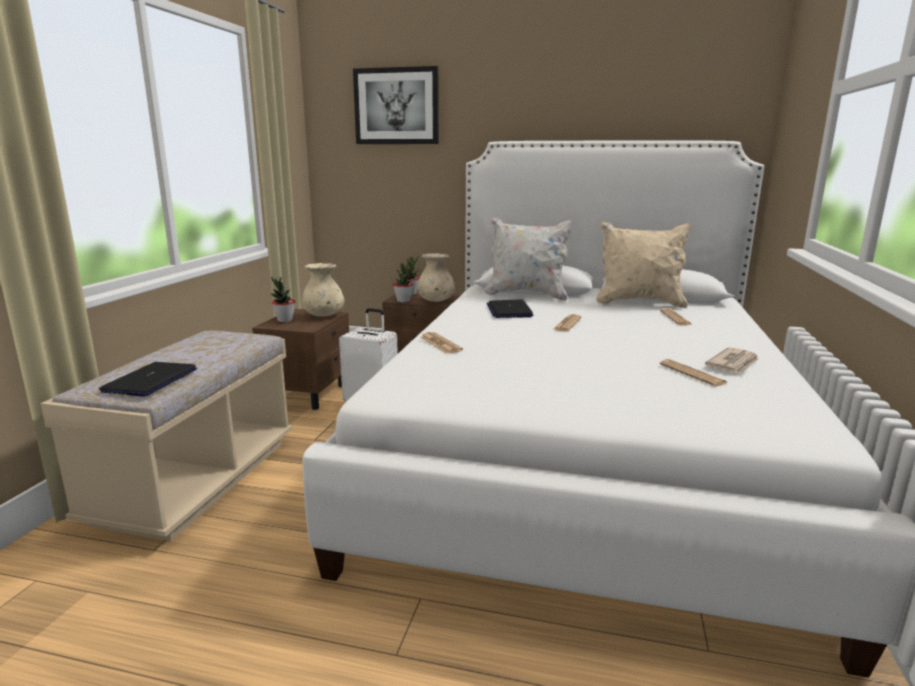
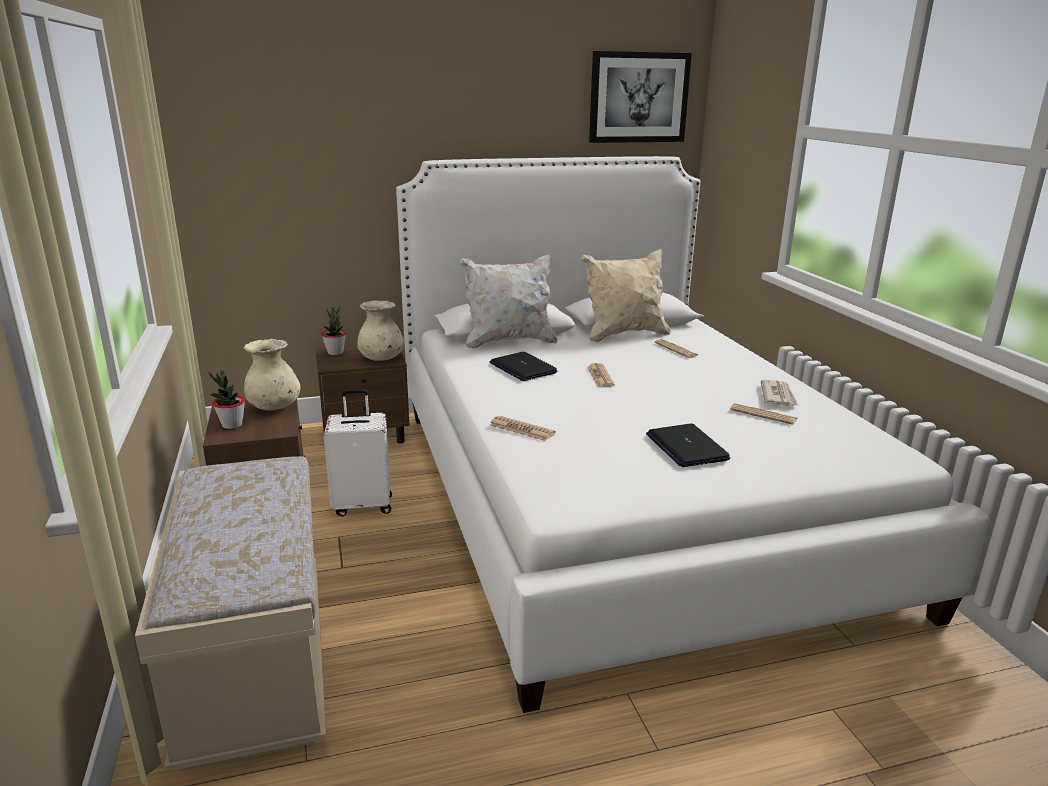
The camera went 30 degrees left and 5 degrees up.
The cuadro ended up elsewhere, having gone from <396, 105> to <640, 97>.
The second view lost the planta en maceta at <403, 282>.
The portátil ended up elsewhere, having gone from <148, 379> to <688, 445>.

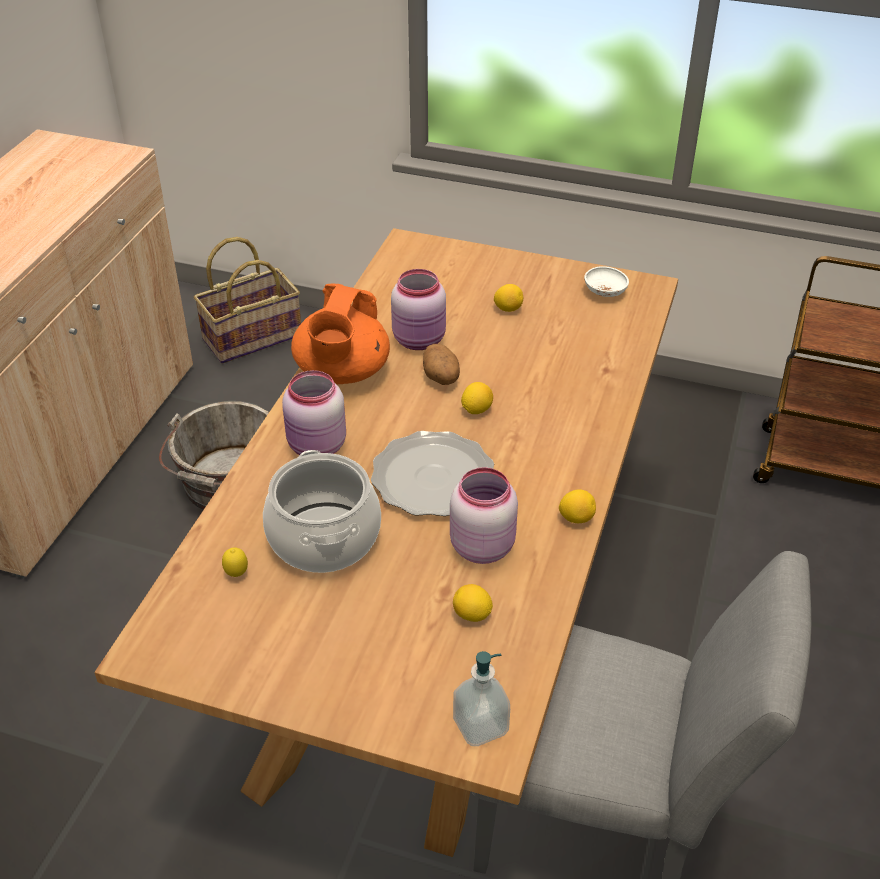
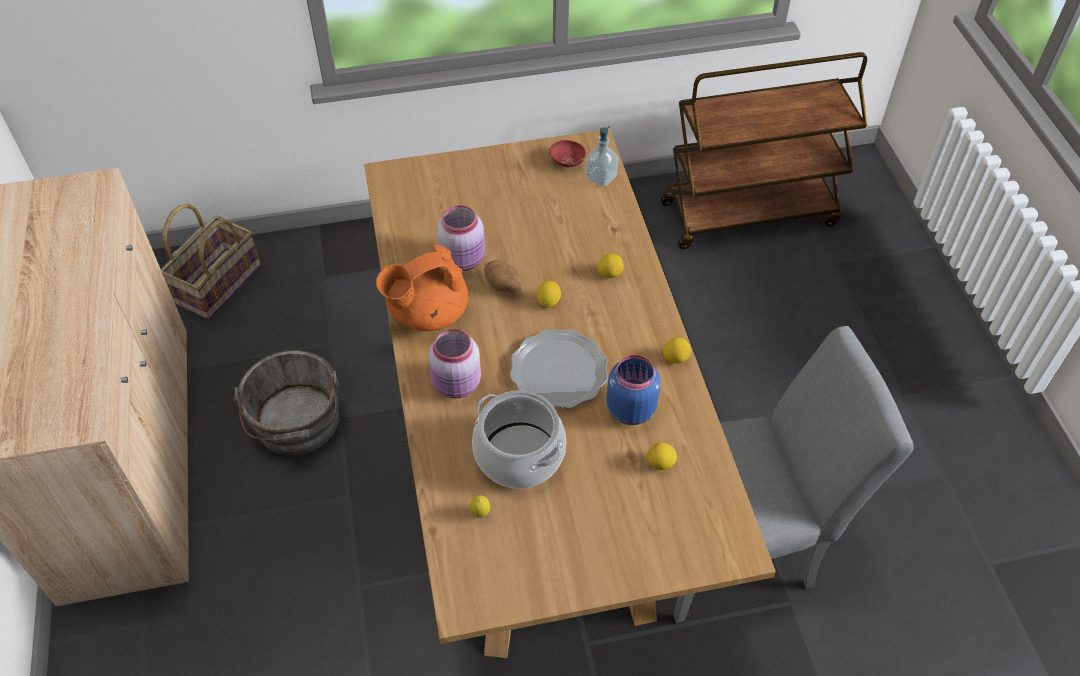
The camera went 30 degrees left and 10 degrees up.
What was the cuenco [blanco] at <606, 281> turned into the cuenco [rojo] at <567, 153>.
The tetera [naranja] at <340, 334> ended up facing another way, 75 degrees clockwise from before.
The limón ended up elsewhere, having gone from <508, 298> to <610, 266>.
What was the tarro [rosa] at <484, 515> turned into the tarro [azul] at <633, 390>.
The dispensador de jabón ended up elsewhere, having gone from <481, 698> to <601, 156>.

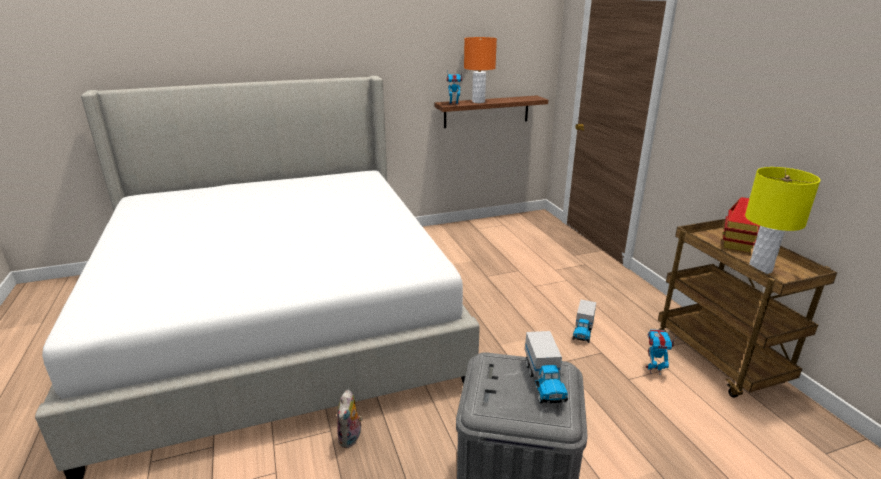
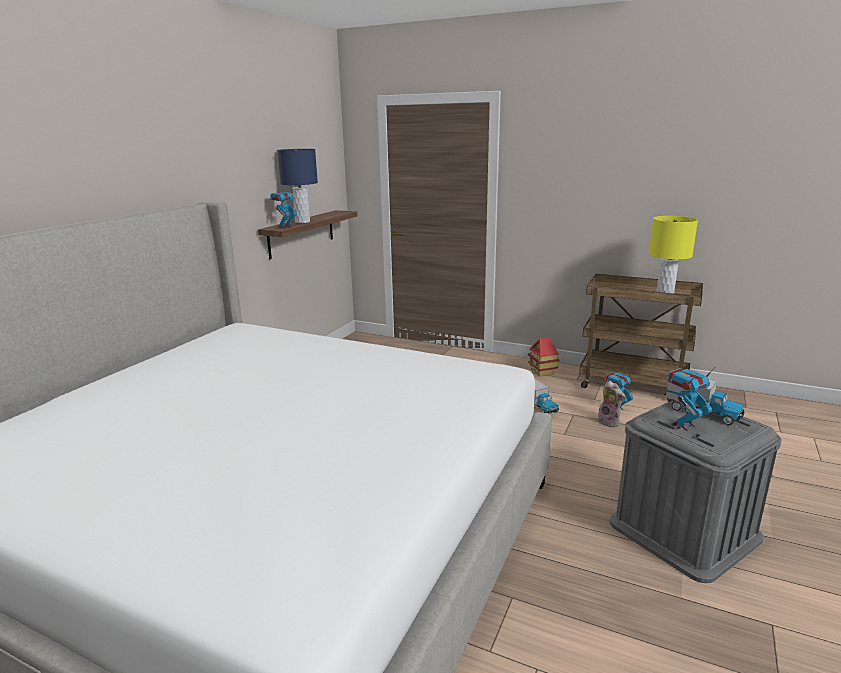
The camera went 45 degrees left and 5 degrees down.
What was the lámpara de mesa [naranja] at <480, 70> turned into the lámpara de mesa [azul] at <297, 186>.
The casita ended up elsewhere, having gone from <741, 224> to <544, 356>.
The peluche ended up elsewhere, having gone from <350, 419> to <611, 404>.
The second view gained the robot de juguete at <691, 399>.

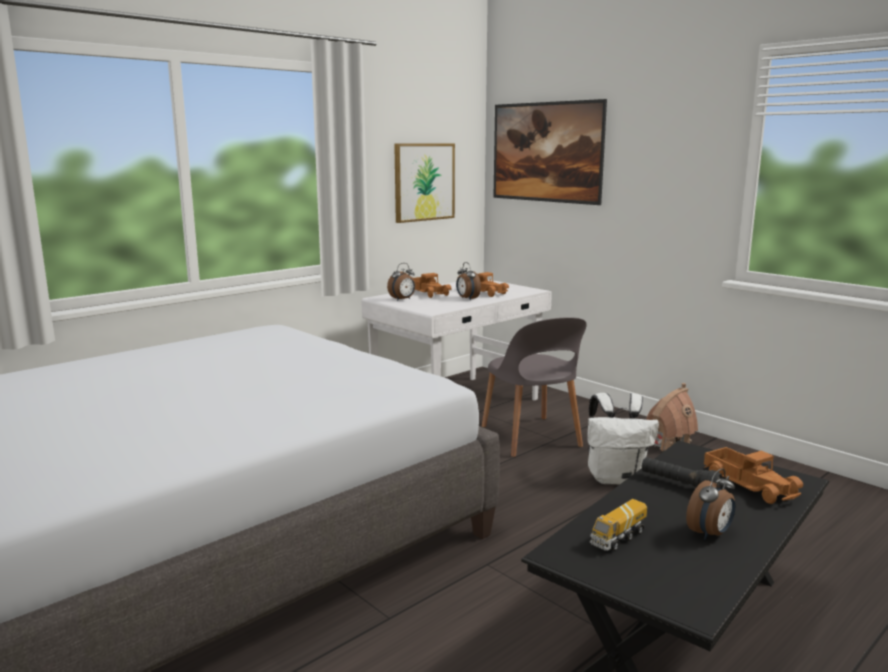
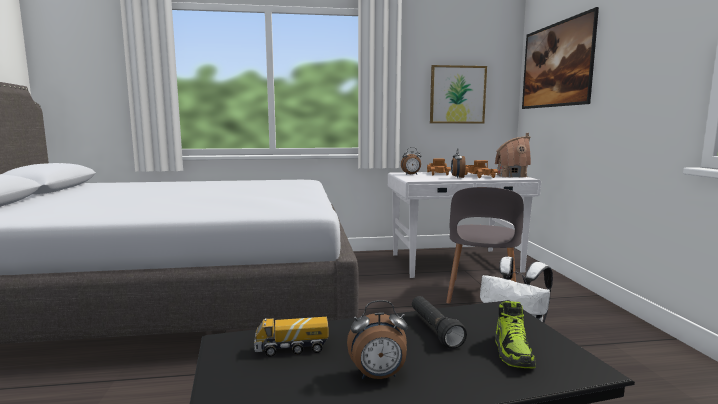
The camera went 35 degrees right and 5 degrees down.
The casita ended up elsewhere, having gone from <672, 417> to <513, 155>.
Where the camión de juguete stood at <753, 475>, the zapato came to stand at <515, 334>.

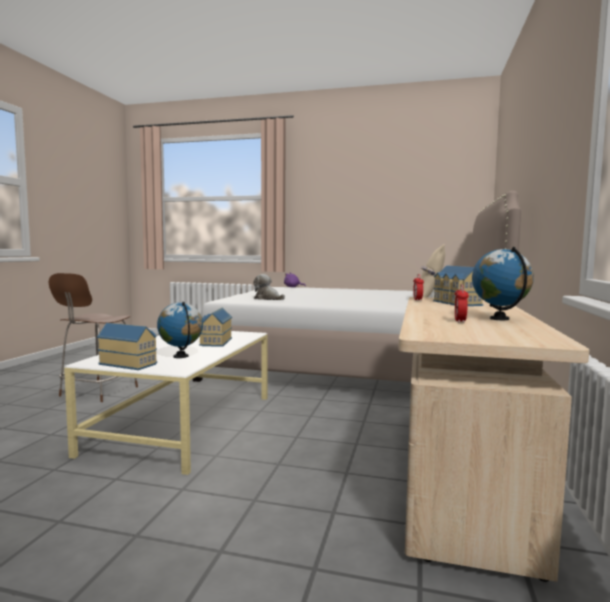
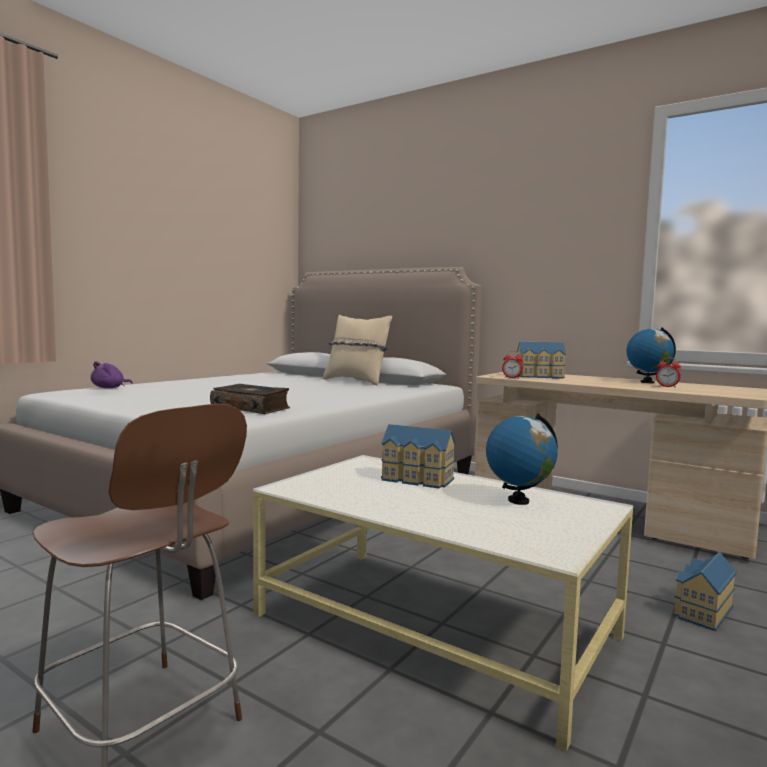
The camera went 70 degrees left and 0 degrees up.
Where the peluche stood at <269, 287>, the libro came to stand at <250, 399>.
The casita ended up elsewhere, having gone from <127, 346> to <705, 591>.

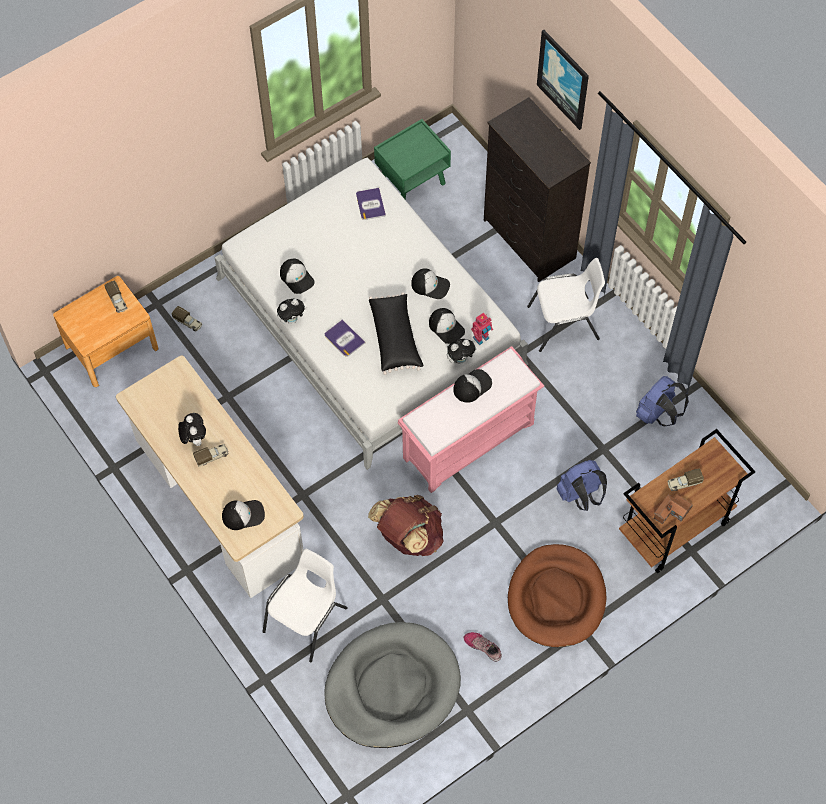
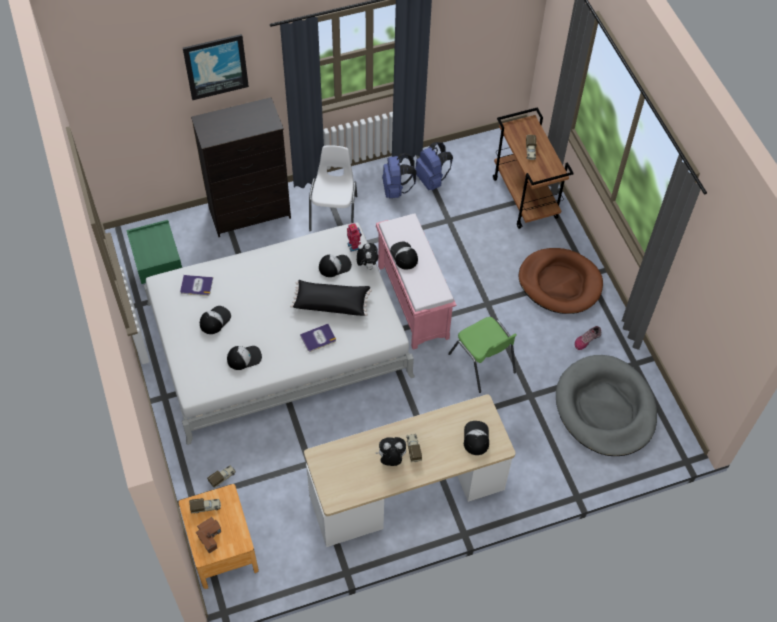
The camera went 75 degrees left and 5 degrees down.
The gorra ended up elsewhere, having gone from <430, 283> to <215, 320>.
The second view lost the peluche at <292, 311>.
The mochila [azul] ended up elsewhere, having gone from <581, 485> to <399, 175>.
The casita ended up elsewhere, having gone from <673, 509> to <208, 535>.
Where the mochila [marrón] stood at <406, 525>, the silla [verde] came to stand at <482, 355>.
The second view lost the silla [blanco] at <305, 606>.

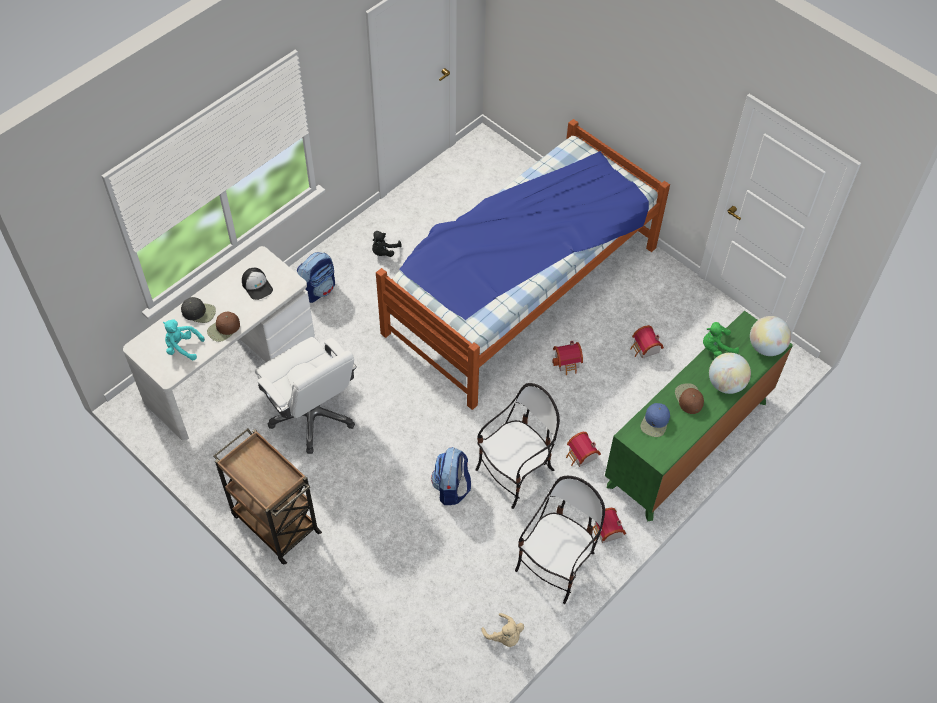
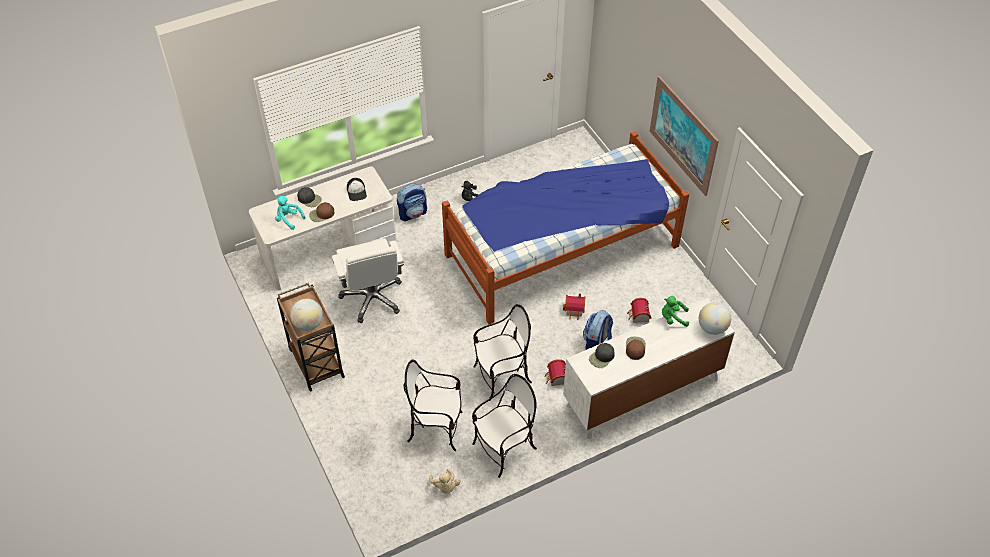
The camera went 20 degrees right and 5 degrees down.
What was the cómoda [verde] at <699, 416> turned into the cómoda [blanco] at <649, 368>.
The globo terráqueo ended up elsewhere, having gone from <730, 373> to <306, 315>.
What was the gorra [azul] at <655, 420> turned into the gorra [negro] at <602, 355>.
The mochila ended up elsewhere, having gone from <451, 476> to <598, 330>.
The second view lost the casita at <609, 525>.
The second view gained the cuadro at <684, 136>.
The second view gained the silla at <432, 405>.

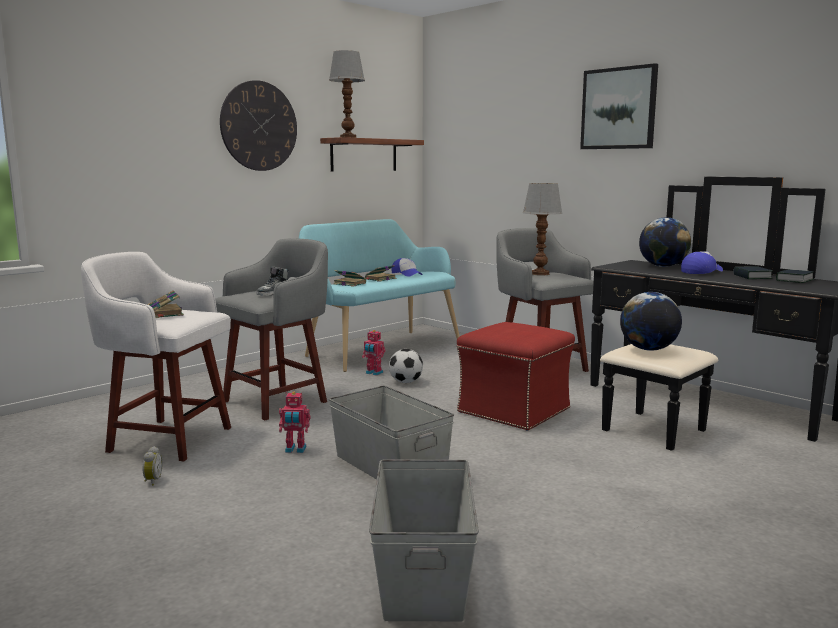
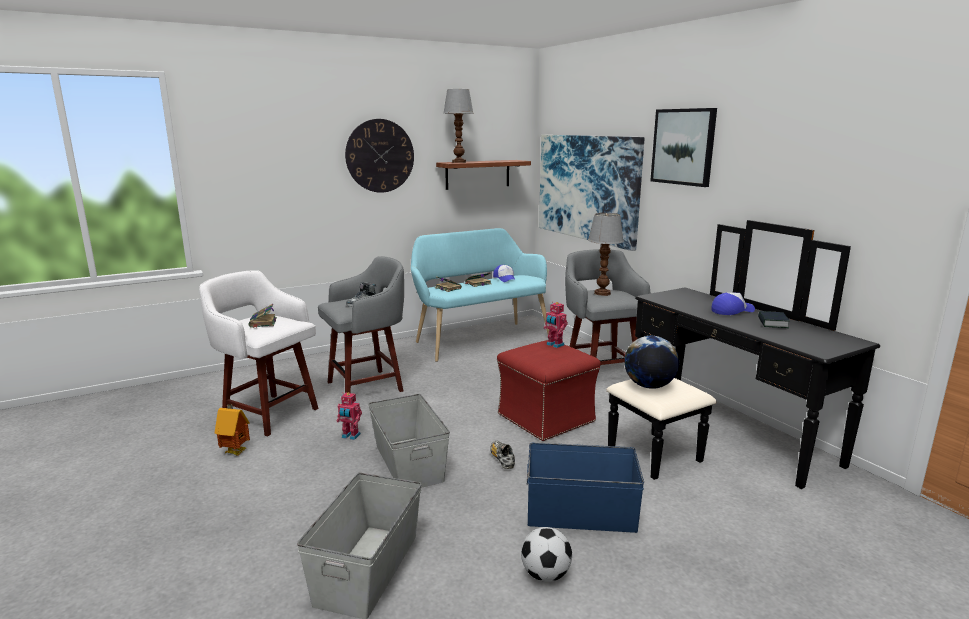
The camera went 15 degrees right and 5 degrees up.
The second view lost the globo terráqueo at <665, 242>.
The second view lost the libro at <795, 276>.
The robot de juguete ended up elsewhere, having gone from <373, 353> to <556, 324>.
The balón de fútbol ended up elsewhere, having gone from <406, 366> to <546, 554>.
Where the despertador stood at <152, 466>, the casita came to stand at <232, 430>.
The second view gained the cuadro at <592, 193>.
The second view gained the zapato at <502, 455>.
The second view gained the caja de almacenaje [azul] at <585, 488>.

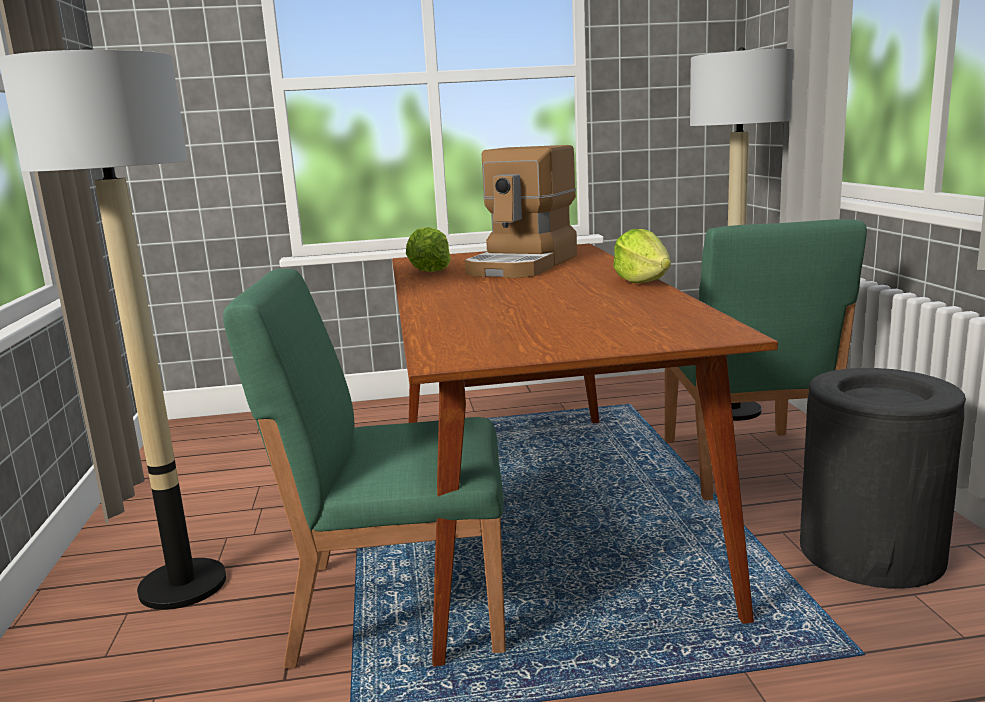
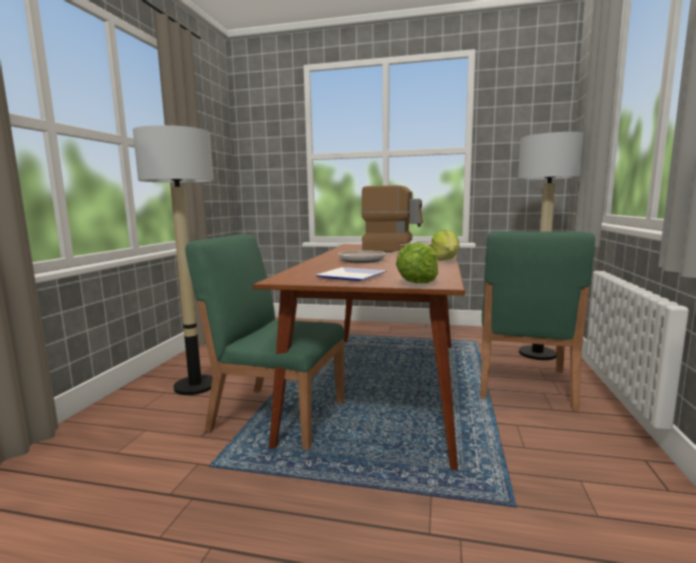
The camera went 20 degrees right and 5 degrees down.
The cafetera at <521, 211> ended up facing another way, 120 degrees counterclockwise from before.
The lechuga ended up elsewhere, having gone from <428, 249> to <417, 262>.
The second view lost the papelera [negro] at <883, 478>.
The second view gained the sartén at <369, 256>.
The second view gained the plato at <350, 274>.

